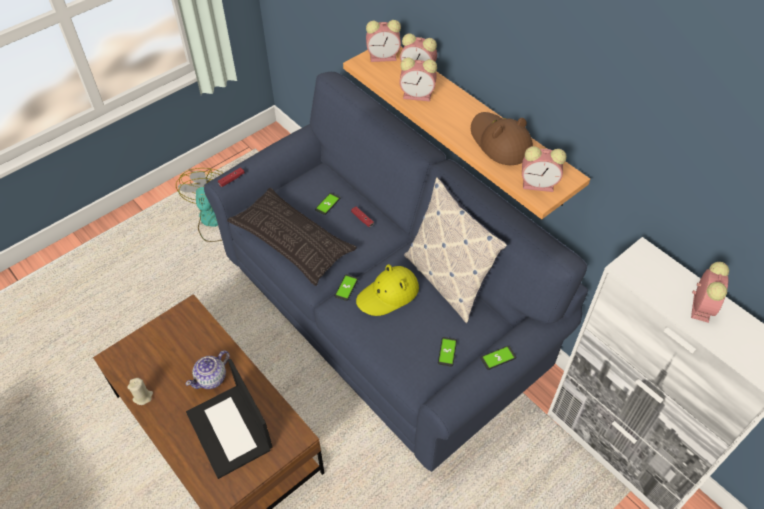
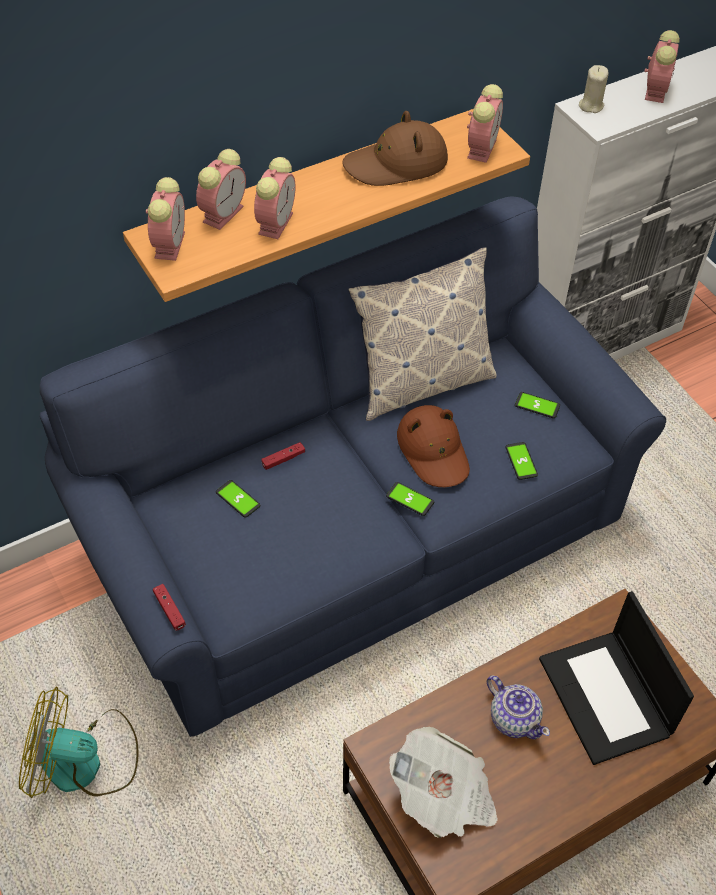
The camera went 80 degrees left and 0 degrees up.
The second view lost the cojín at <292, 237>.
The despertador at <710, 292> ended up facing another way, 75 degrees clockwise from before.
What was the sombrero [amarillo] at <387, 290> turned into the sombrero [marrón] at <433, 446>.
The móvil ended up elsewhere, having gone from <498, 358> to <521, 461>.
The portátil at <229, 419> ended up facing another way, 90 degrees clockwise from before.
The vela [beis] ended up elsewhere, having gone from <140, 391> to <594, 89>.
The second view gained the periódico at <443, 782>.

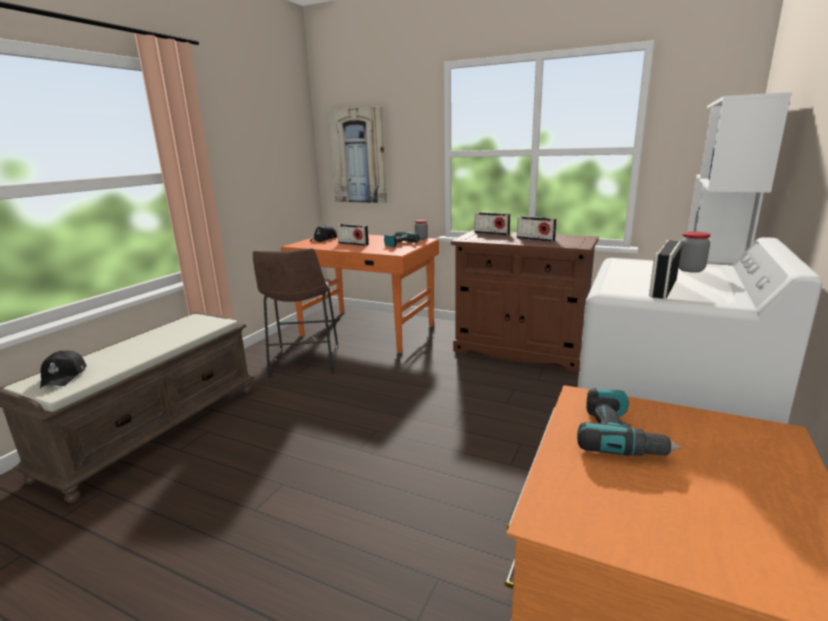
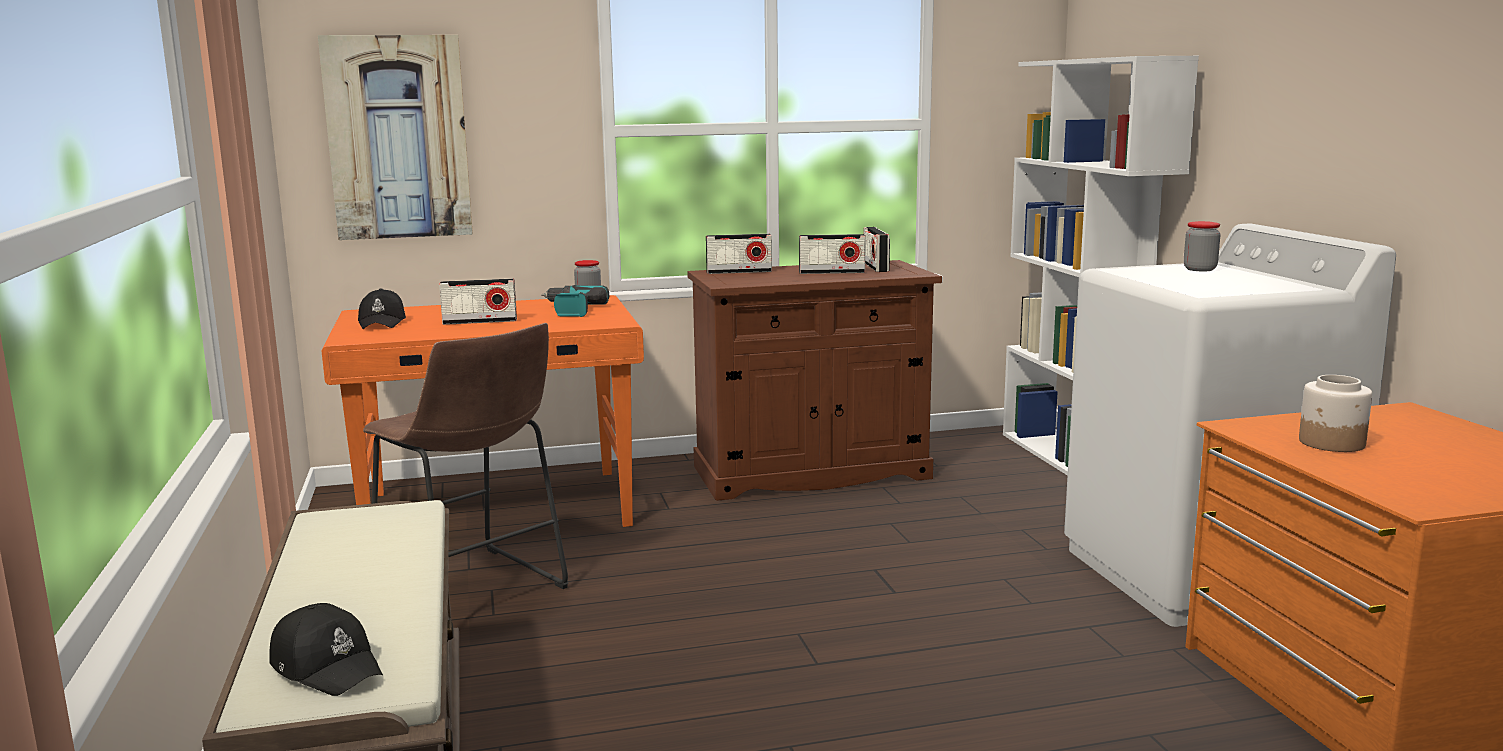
The camera went 40 degrees left and 5 degrees down.
The radio ended up elsewhere, having gone from <665, 269> to <876, 249>.
Where the taladro stood at <629, 422>, the tarro came to stand at <1335, 413>.

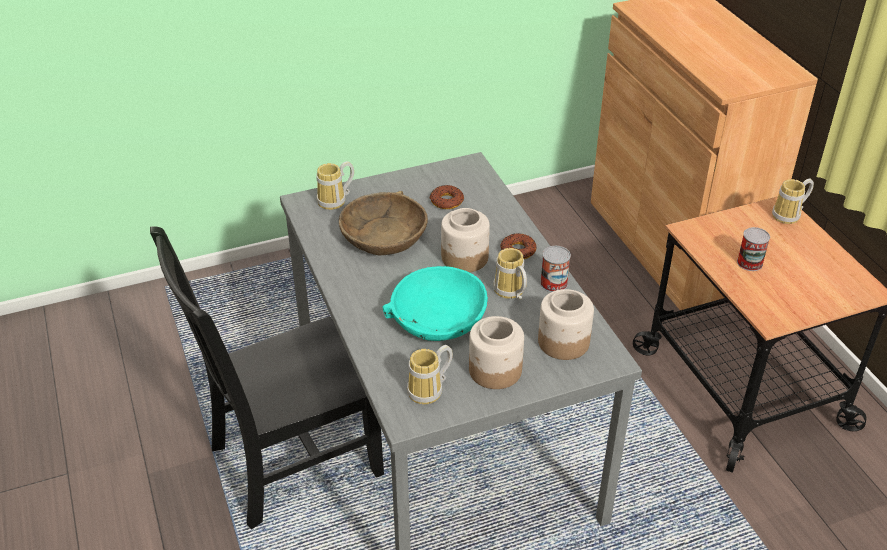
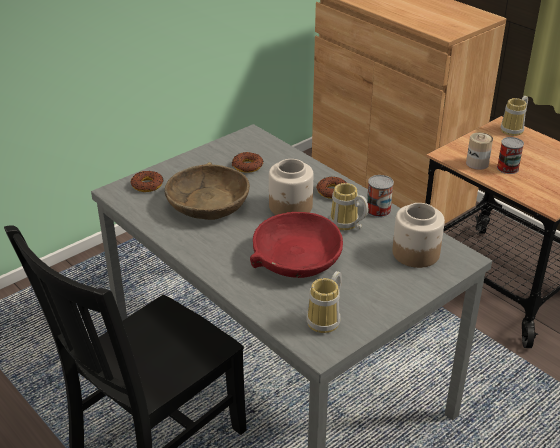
The camera went 20 degrees left and 5 degrees down.
Where the taza grande stood at <335, 185>, the rosquilla came to stand at <147, 181>.
What was the cuenco [turquesa] at <435, 303> turned into the cuenco [rojo] at <296, 245>.
The second view lost the tarro at <496, 352>.
The second view gained the lata at <479, 151>.

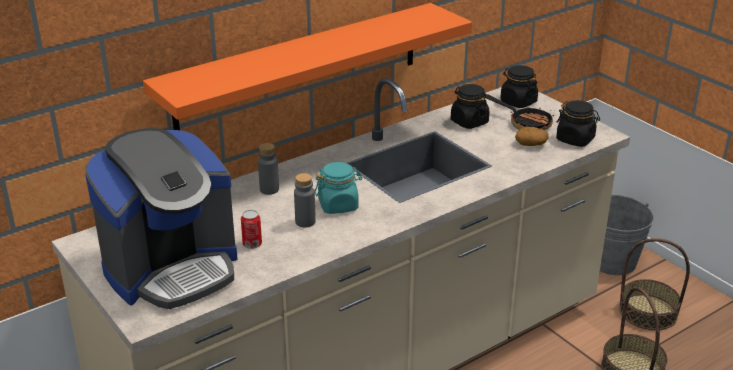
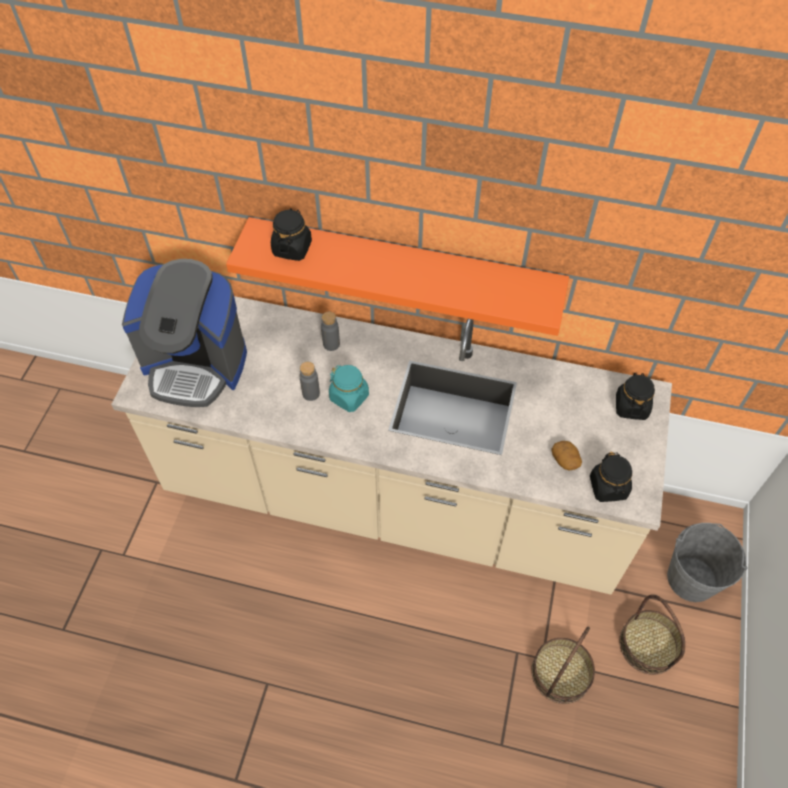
The camera went 50 degrees right and 25 degrees up.
The tarro [negro] ended up elsewhere, having gone from <470, 106> to <291, 234>.
The second view lost the sartén at <519, 112>.
The second view lost the lata at <251, 229>.

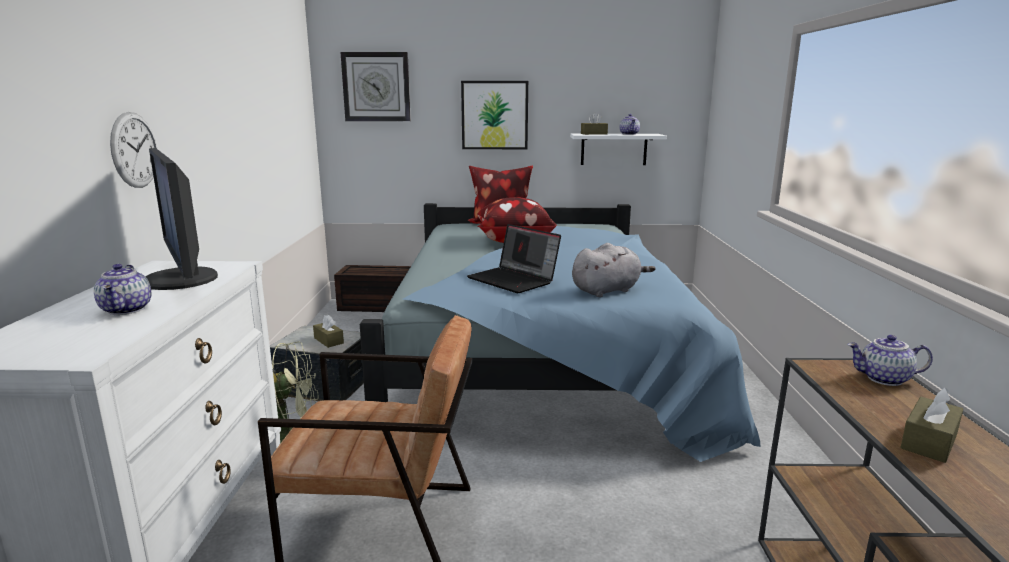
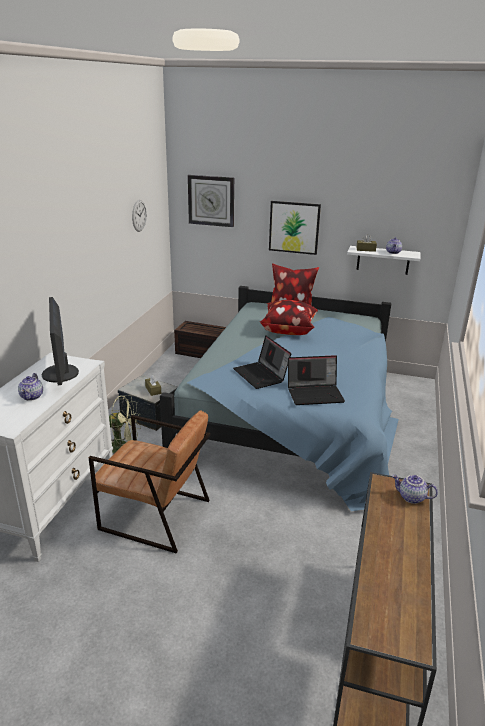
The camera went 15 degrees right and 10 degrees up.
The reloj de pared ended up elsewhere, having gone from <133, 150> to <139, 216>.
Where the peluche [gris] stood at <613, 270>, the portátil came to stand at <316, 380>.
The second view lost the caja de pañuelos [marrón] at <931, 425>.

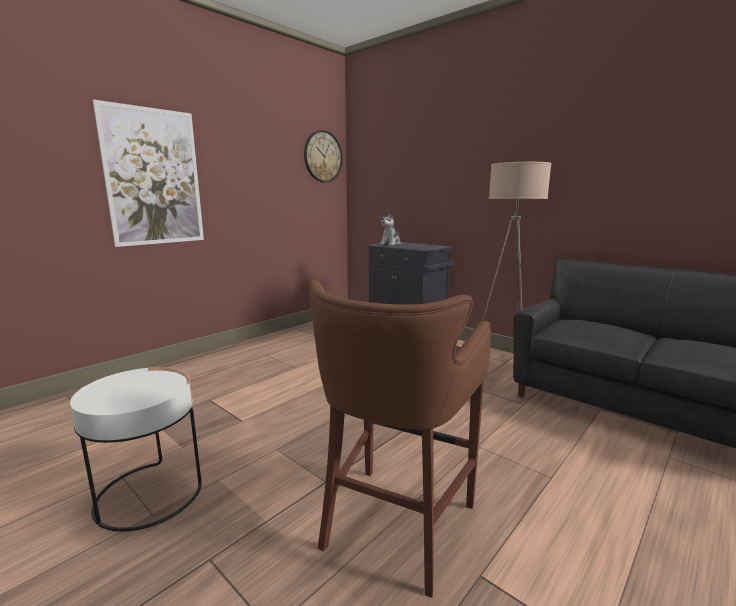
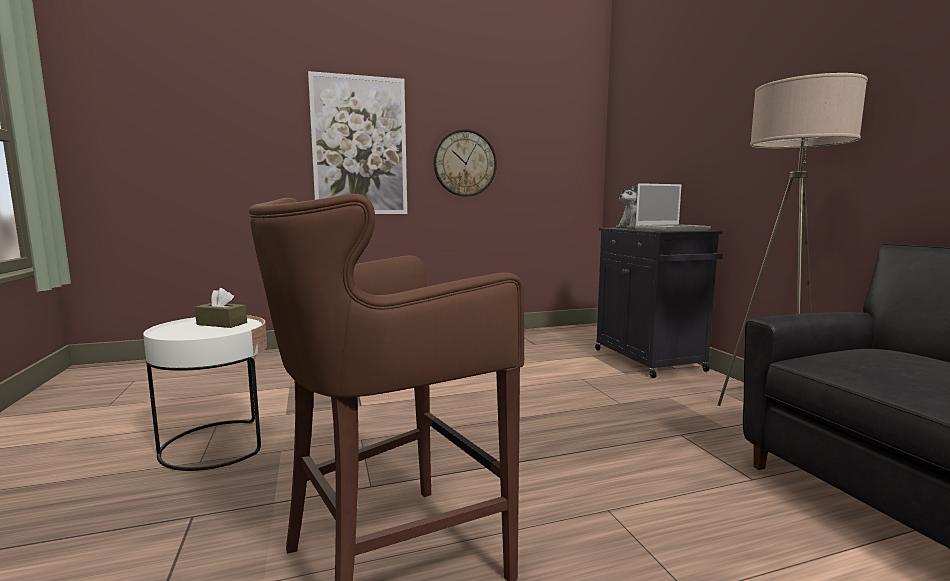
The camera went 30 degrees right and 5 degrees down.
The reloj de pared ended up elsewhere, having gone from <323, 156> to <465, 163>.
The second view gained the portátil at <673, 207>.
The second view gained the caja de pañuelos [marrón] at <221, 308>.

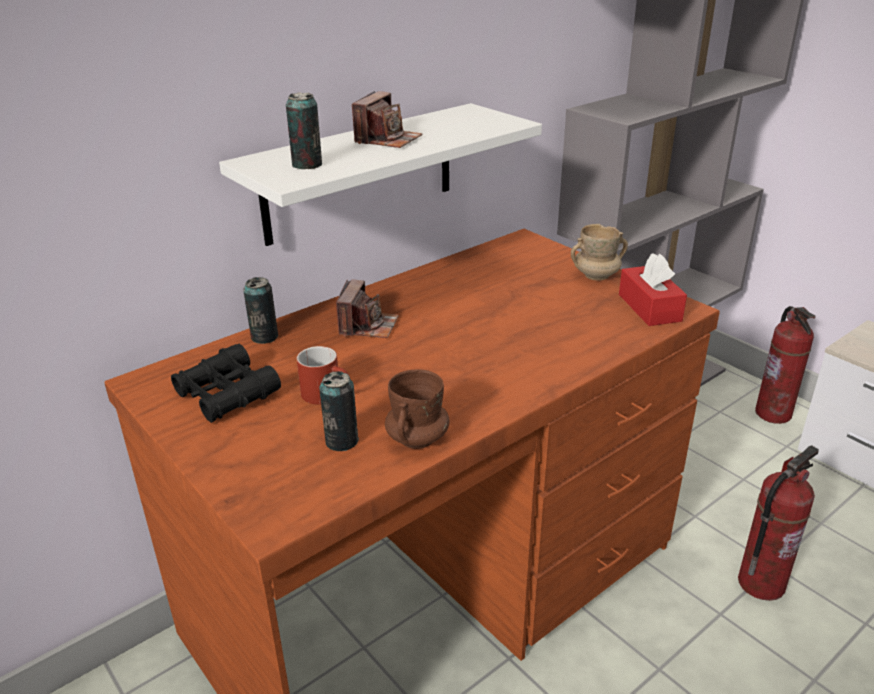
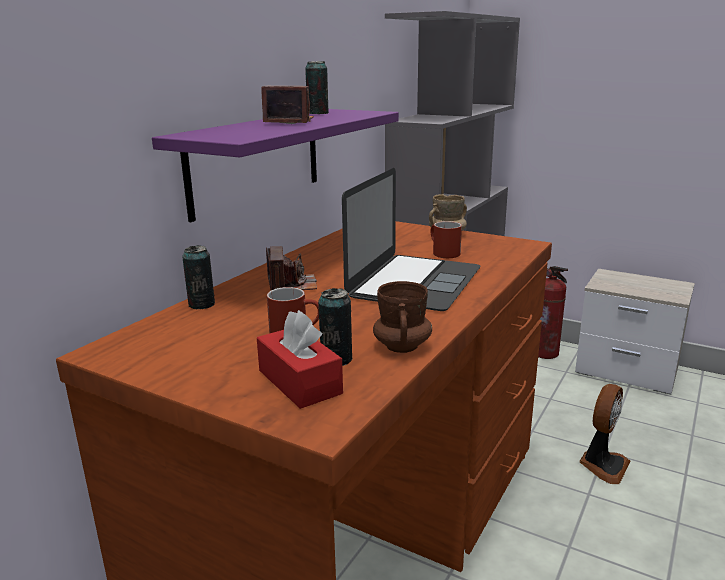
The camera went 20 degrees left and 10 degrees down.
The cámara at <387, 119> ended up facing another way, 90 degrees counterclockwise from before.
The lata ended up elsewhere, having gone from <304, 130> to <317, 87>.
What was the estante [blanco] at <380, 174> turned into the estante [morado] at <275, 165>.
The caja de pañuelos [rojo] ended up elsewhere, having gone from <653, 289> to <300, 359>.
The second view lost the prismáticos [negro] at <226, 383>.
Where the extintor stood at <778, 523>, the ventilador came to stand at <605, 434>.
The second view gained the portátil at <411, 239>.
The second view gained the taza grande [rojo] at <446, 239>.

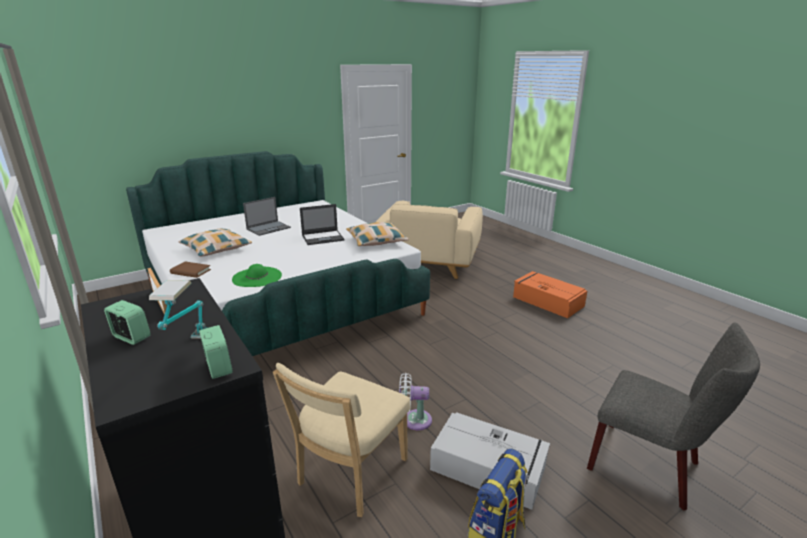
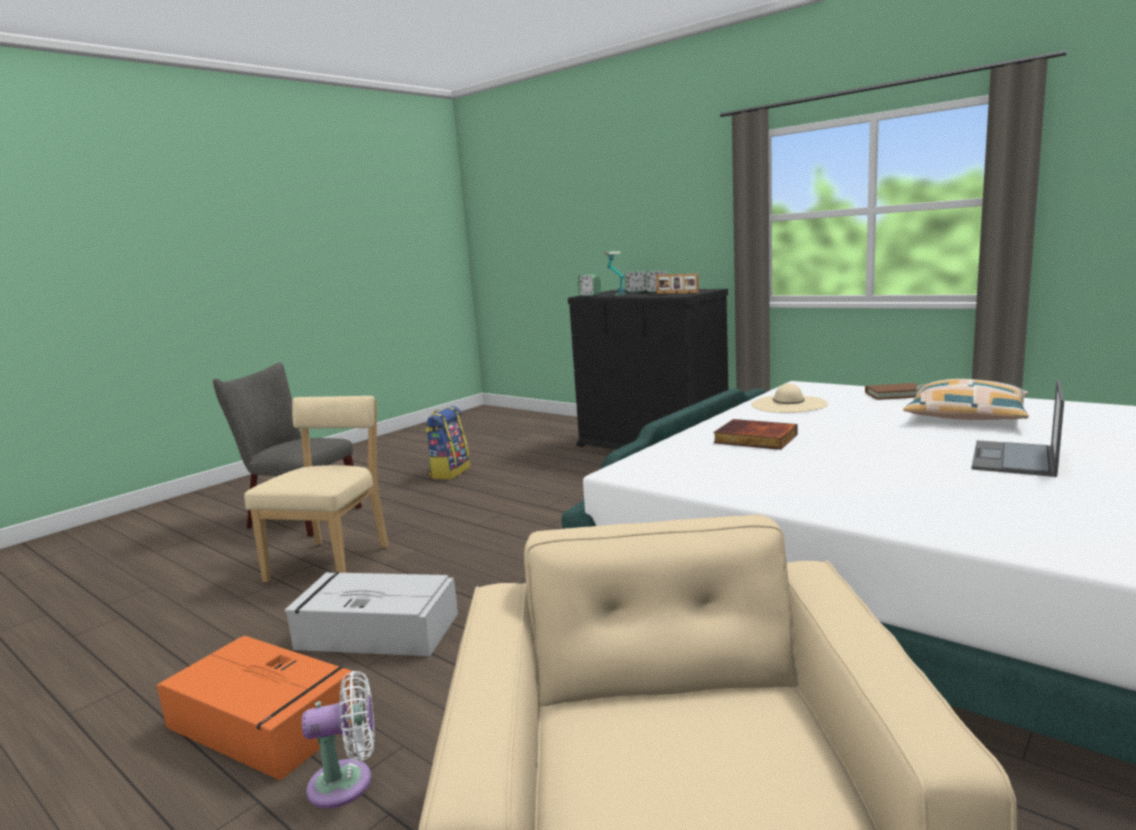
The camera went 165 degrees right and 10 degrees down.
The second view lost the portátil at <322, 224>.
The second view lost the cojín at <377, 234>.
What was the sombrero [verde] at <257, 275> turned into the sombrero [beis] at <789, 398>.
The silla [beis] ended up elsewhere, having gone from <341, 440> to <316, 489>.
The ventilador [blanco] ended up elsewhere, having gone from <415, 401> to <338, 739>.
The caja de almacenaje [gris] ended up elsewhere, having gone from <490, 461> to <371, 614>.
The second view gained the despertador at <635, 281>.
The second view gained the libro at <756, 434>.

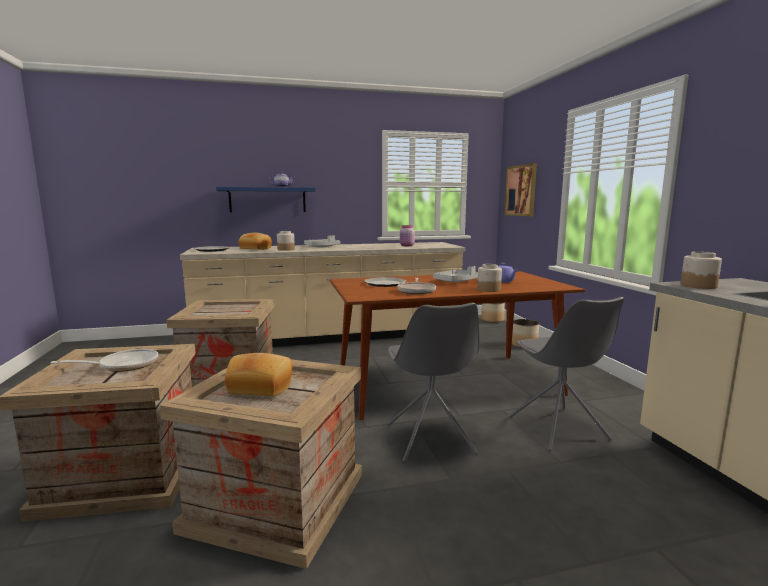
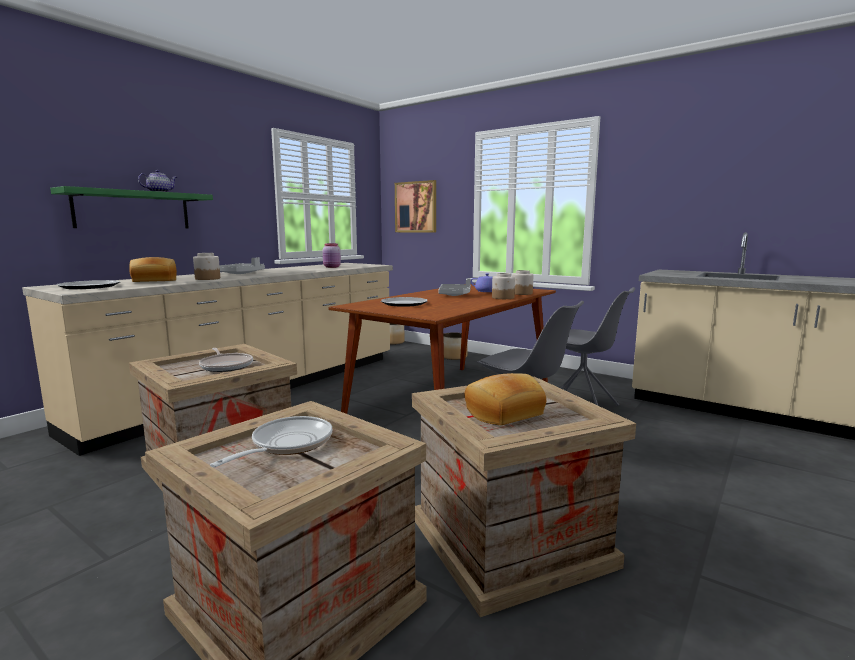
The camera went 40 degrees left and 0 degrees up.
What was the estante [azul] at <266, 199> turned into the estante [verde] at <131, 207>.
The tarro ended up elsewhere, having gone from <701, 270> to <522, 282>.
The sartén ended up elsewhere, having gone from <416, 286> to <226, 360>.

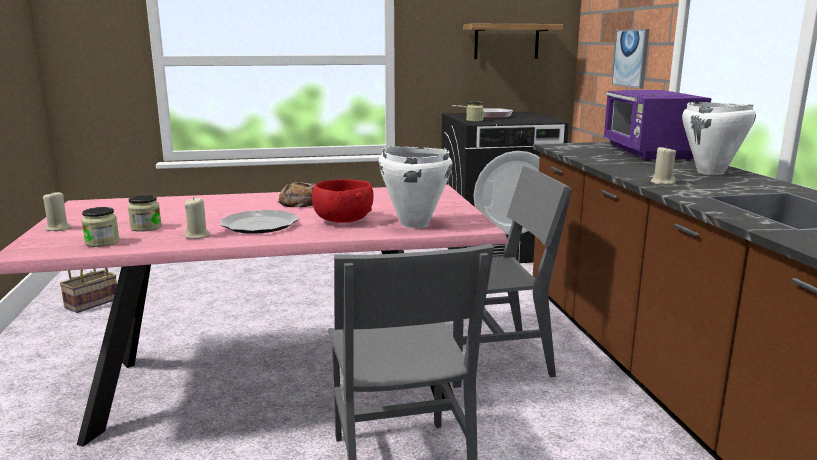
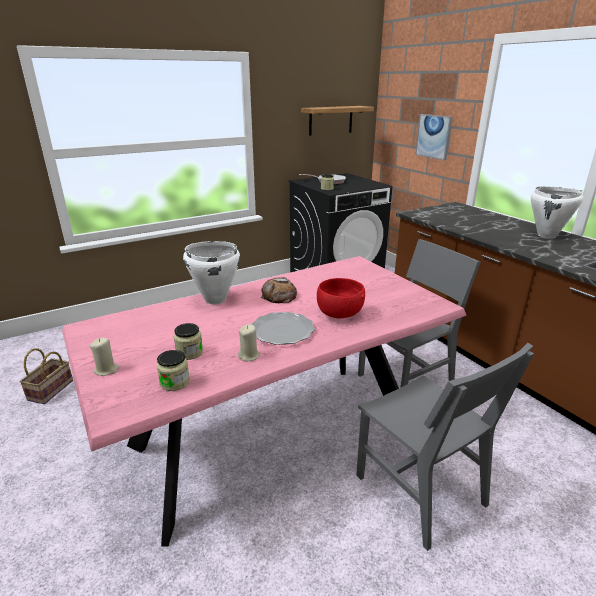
The camera went 20 degrees left and 10 degrees up.
The second view lost the microondas [morado] at <657, 125>.
The olla [blanco] ended up elsewhere, having gone from <415, 187> to <211, 273>.
The second view lost the vela [beis] at <663, 166>.

